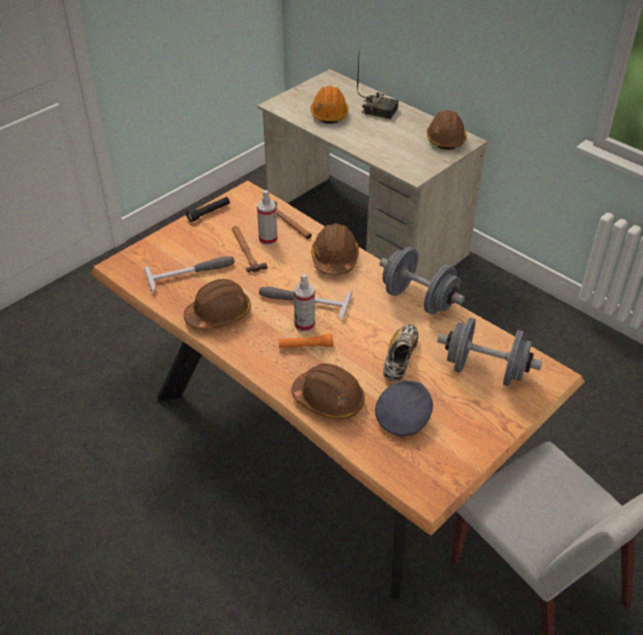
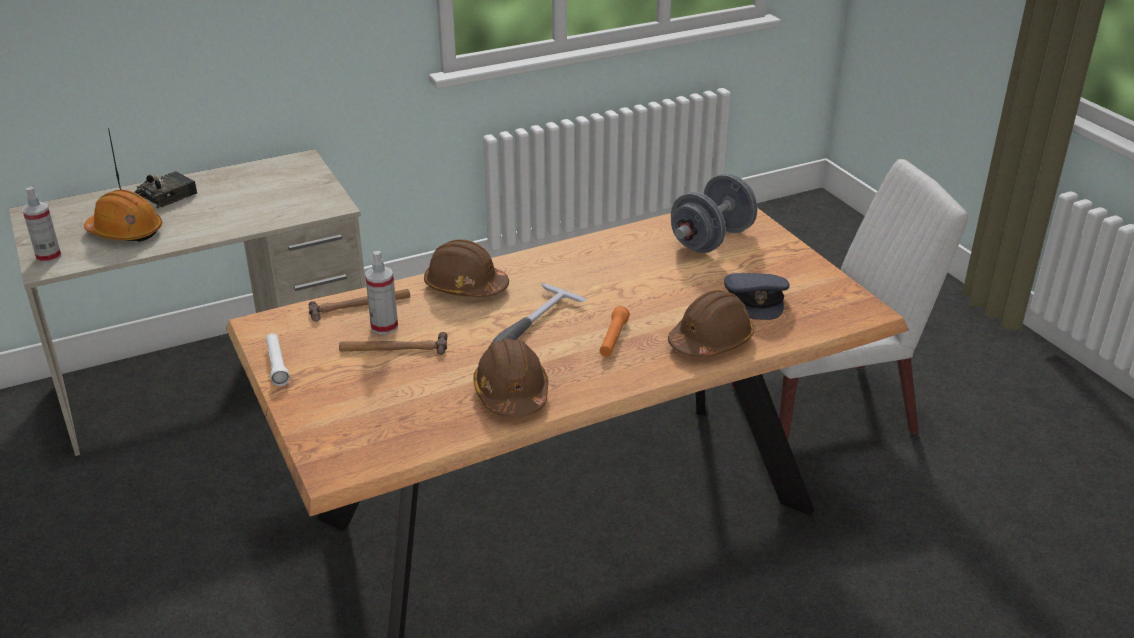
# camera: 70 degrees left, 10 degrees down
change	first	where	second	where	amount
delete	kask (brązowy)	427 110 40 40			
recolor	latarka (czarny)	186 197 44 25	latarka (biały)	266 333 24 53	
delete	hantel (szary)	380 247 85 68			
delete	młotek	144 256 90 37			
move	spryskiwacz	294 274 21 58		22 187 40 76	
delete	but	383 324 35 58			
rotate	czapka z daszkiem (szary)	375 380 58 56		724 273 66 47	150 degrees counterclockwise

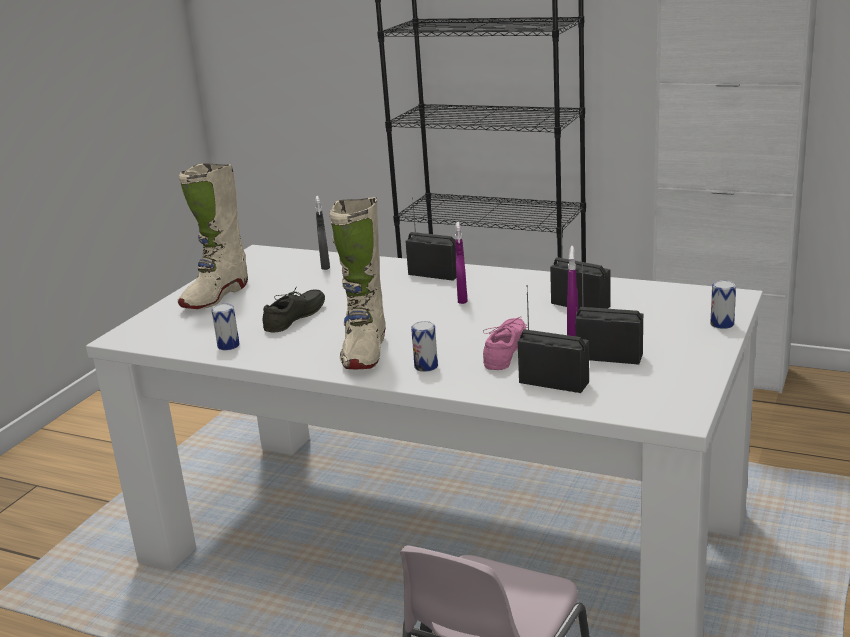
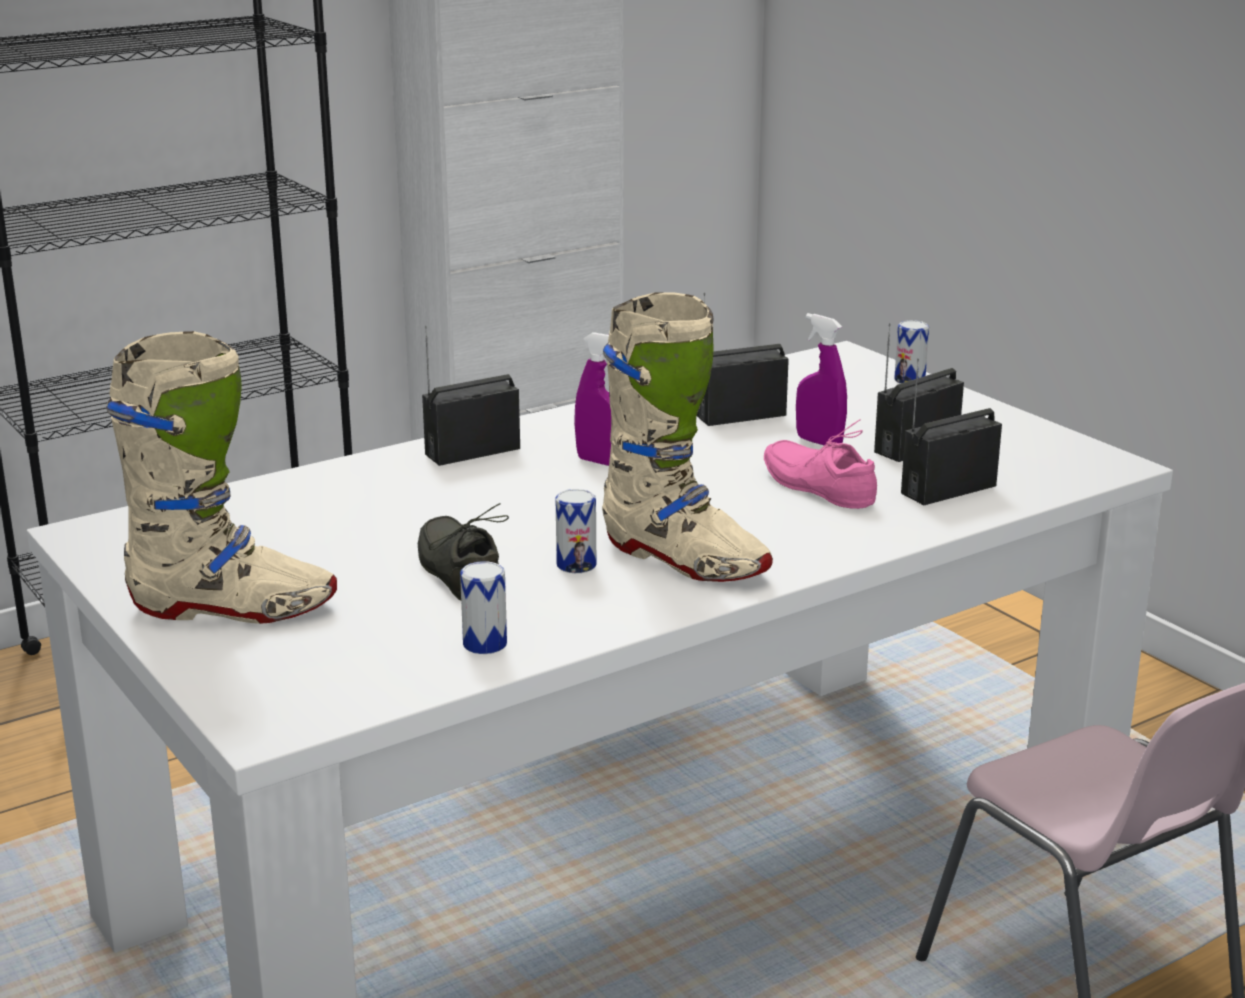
# camera: 60 degrees left, 0 degrees up
change	first	where	second	where	amount
rotate	but z cholewką (beżowy)	178 164 70 145		106 331 231 293	60 degrees counterclockwise
delete	spryskiwacz (szary)	315 196 15 74			
move	puszka	411 321 27 51		555 489 41 84	

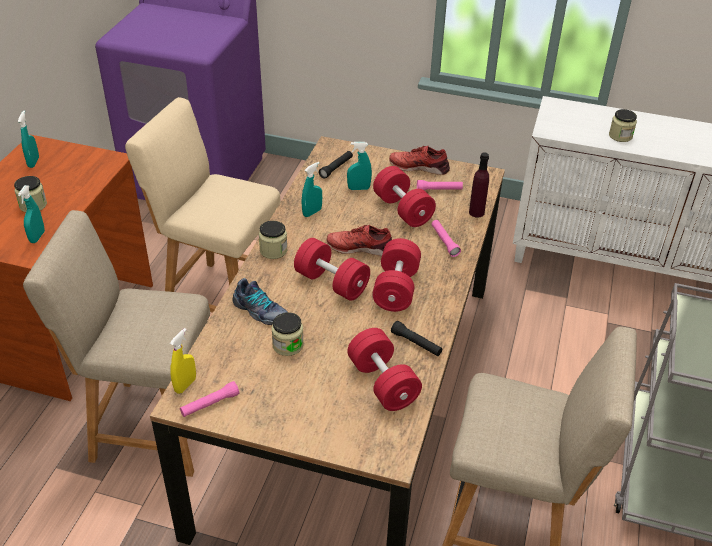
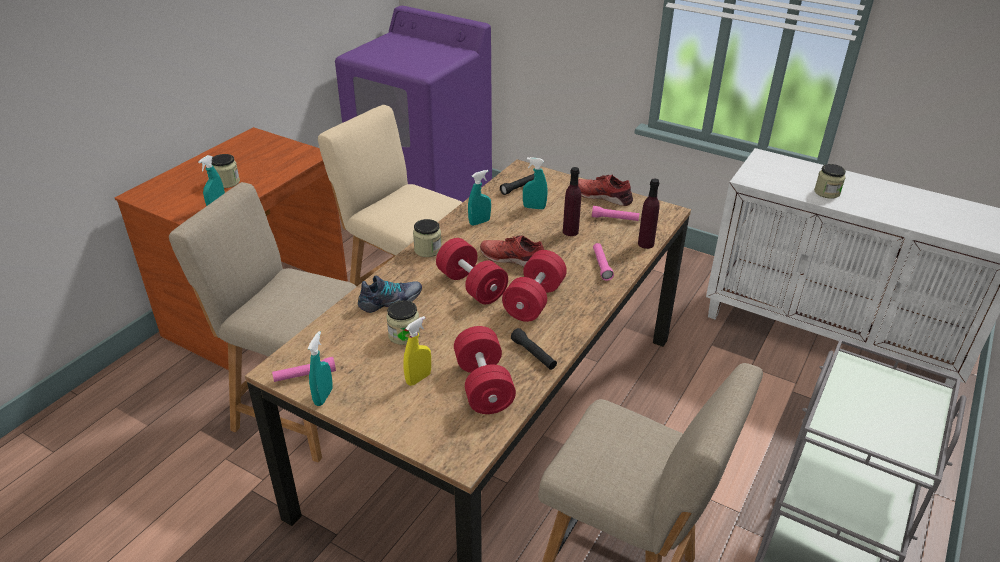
# camera: 15 degrees right, 5 degrees down
change	first	where	second	where	amount
move	spryskiwacz (turkusowy)	18 111 21 57		307 331 26 75	
replace	hantel (czerwony)	373 166 63 61	butelka (fioletowy)	563 167 18 69	
rotate	but	233 278 55 47		358 275 64 38	75 degrees counterclockwise
move	spryskiwacz (żółty)	170 328 26 66		403 316 28 70	

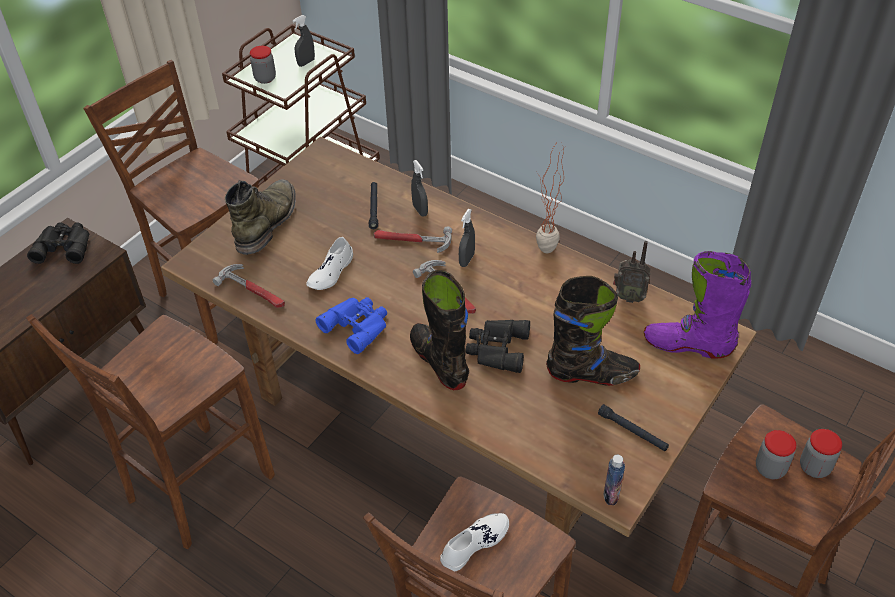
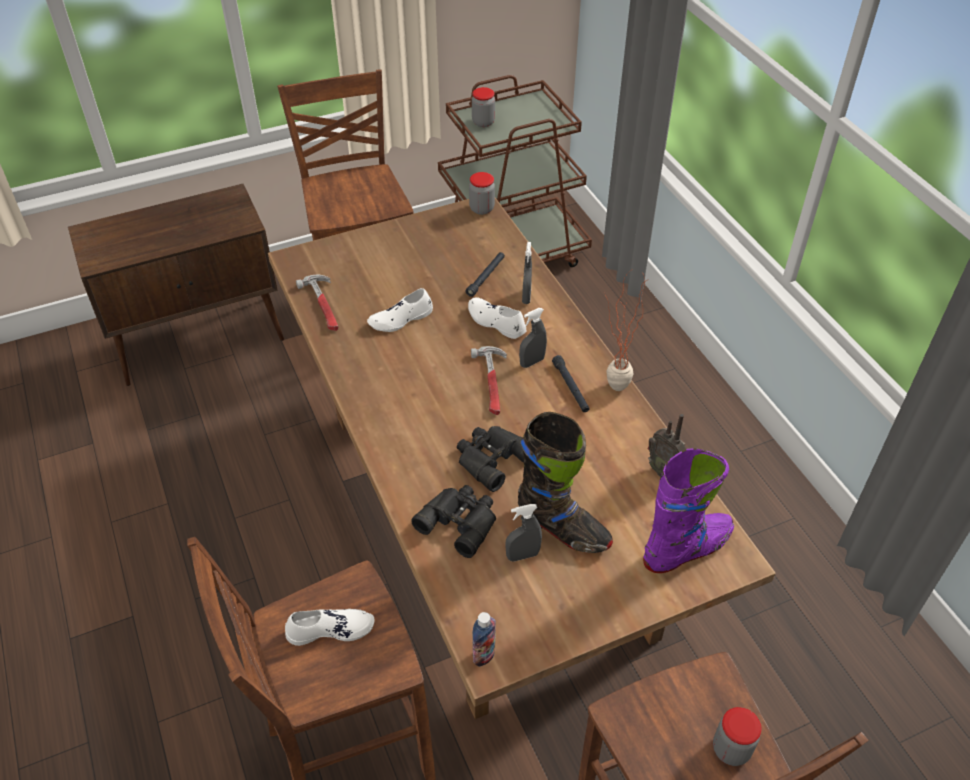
# camera: 30 degrees right, 0 degrees up
change	first	where	second	where	amount
move	spryskiwacz (szary)	293 15 22 52		505 504 37 58	
delete	but z cholewką (zielony)	225 179 71 76			
move	lornetka (czarny)	27 222 62 42		411 485 85 73	
replace	młotek	374 226 78 27	but (biały)	468 297 58 42	
rotate	but z cholewką (fioletowy)	644 251 107 108		643 448 91 125	105 degrees clockwise
delete	but z cholewką (czarny)	410 270 59 120			
delete	lornetka (niebieski)	315 297 72 57			
delete	stołek (brązowy)	26 314 249 235			
move	latarka (czarny)	598 404 71 47		552 355 38 57	
move	słoik	756 430 40 49		469 172 26 43	

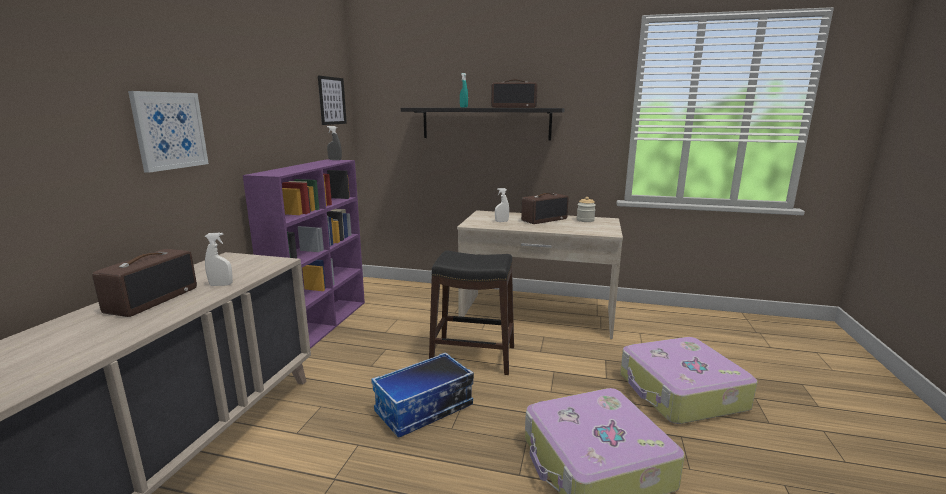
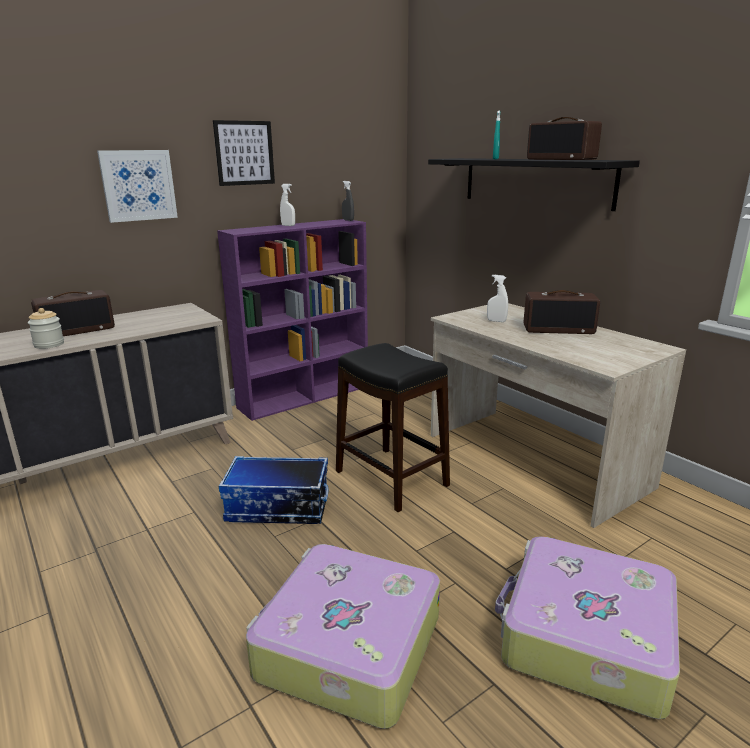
# camera: 40 degrees right, 5 degrees up
change	first	where	second	where	amount
move	obraz	318 76 29 49		213 120 62 66	
move	słoik	577 197 19 25		28 308 36 41	
move	spryskiwacz (biały)	205 233 28 53		280 184 15 42	

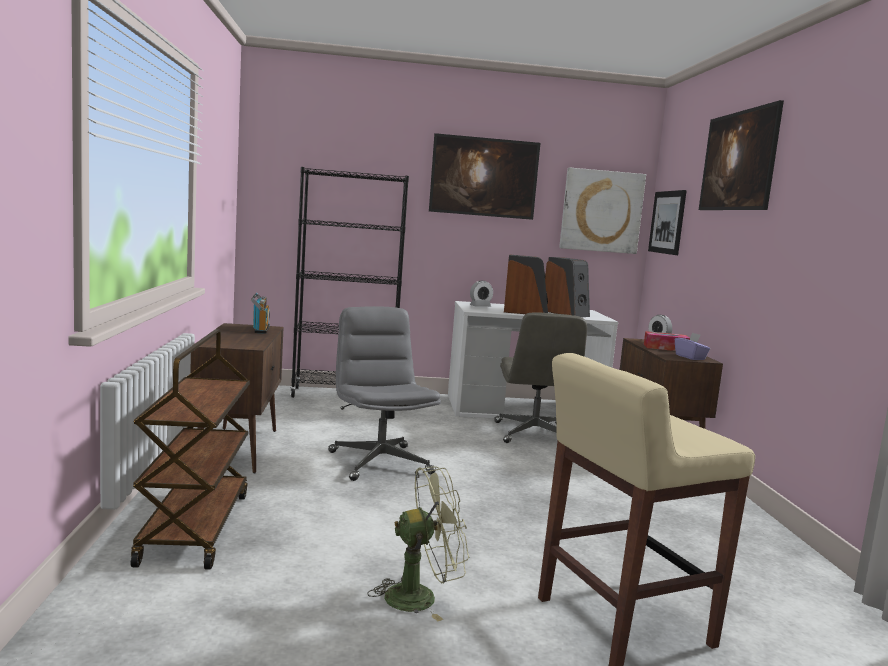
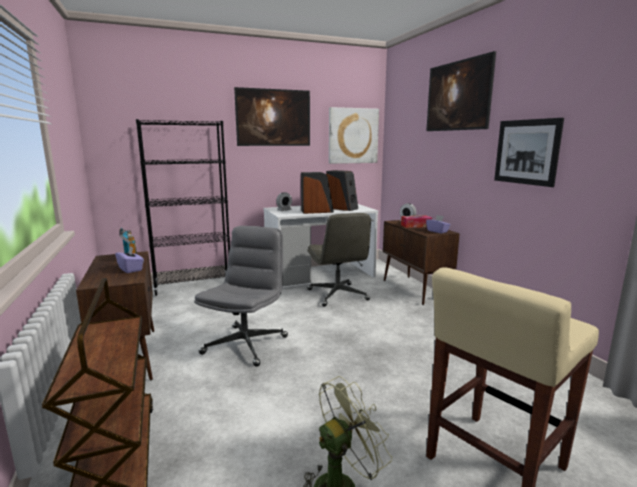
# camera: 15 degrees left, 5 degrees up
change	first	where	second	where	amount
move	obraz	648 190 39 65		494 118 70 69	
rotate	krzesło biurowe (szary)	328 306 113 175		194 226 94 141	60 degrees clockwise
insert			pudełko chusteczek (fioletowy)	115 246 29 27	

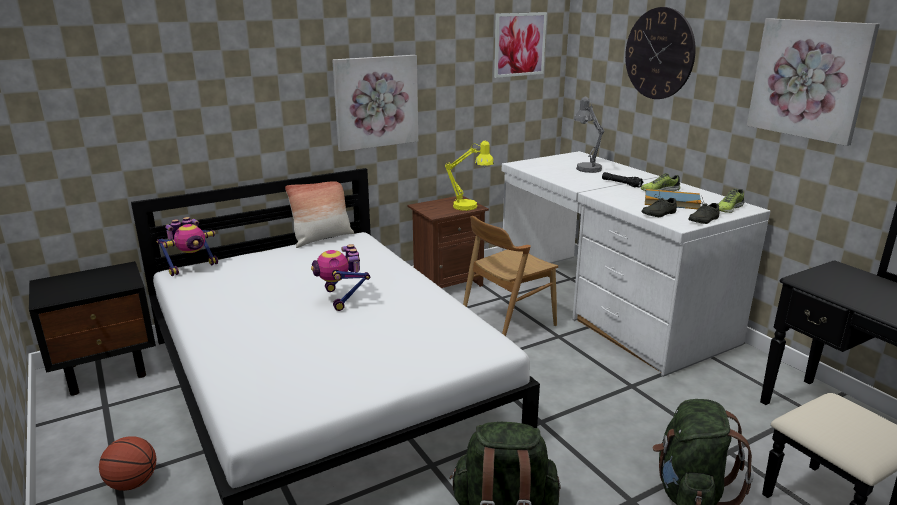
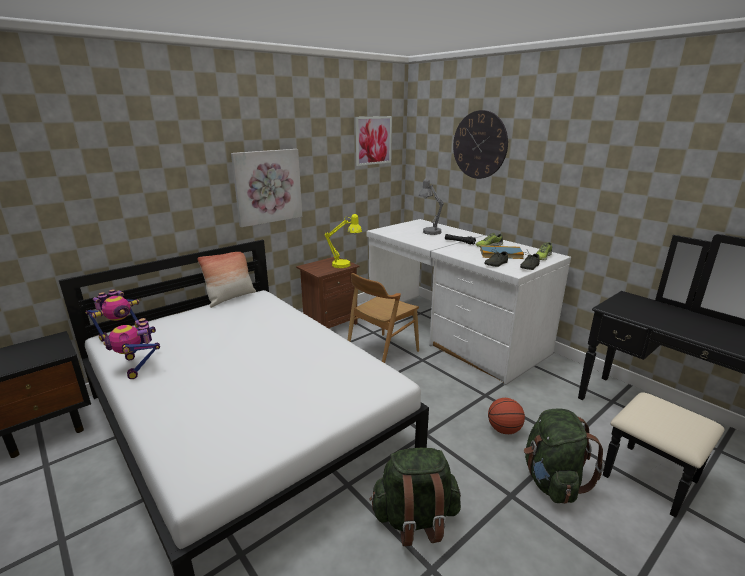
# camera: 10 degrees left, 0 degrees up
change	first	where	second	where	amount
delete	obraz	747 18 133 128			
move	robot zabawkowy	311 244 59 67		103 318 57 61	
move	piłka do koszykówki	99 436 58 55		488 398 37 36	

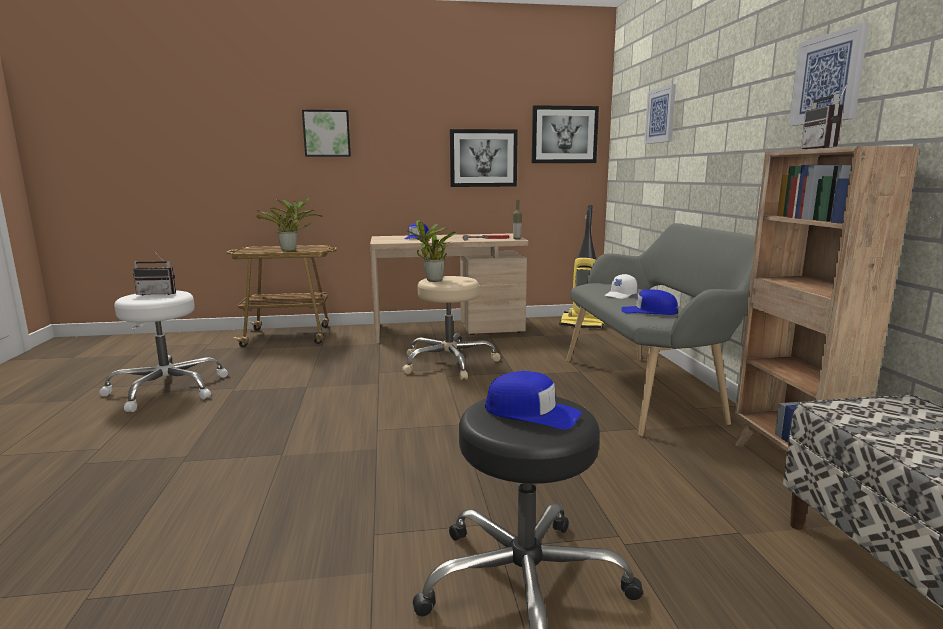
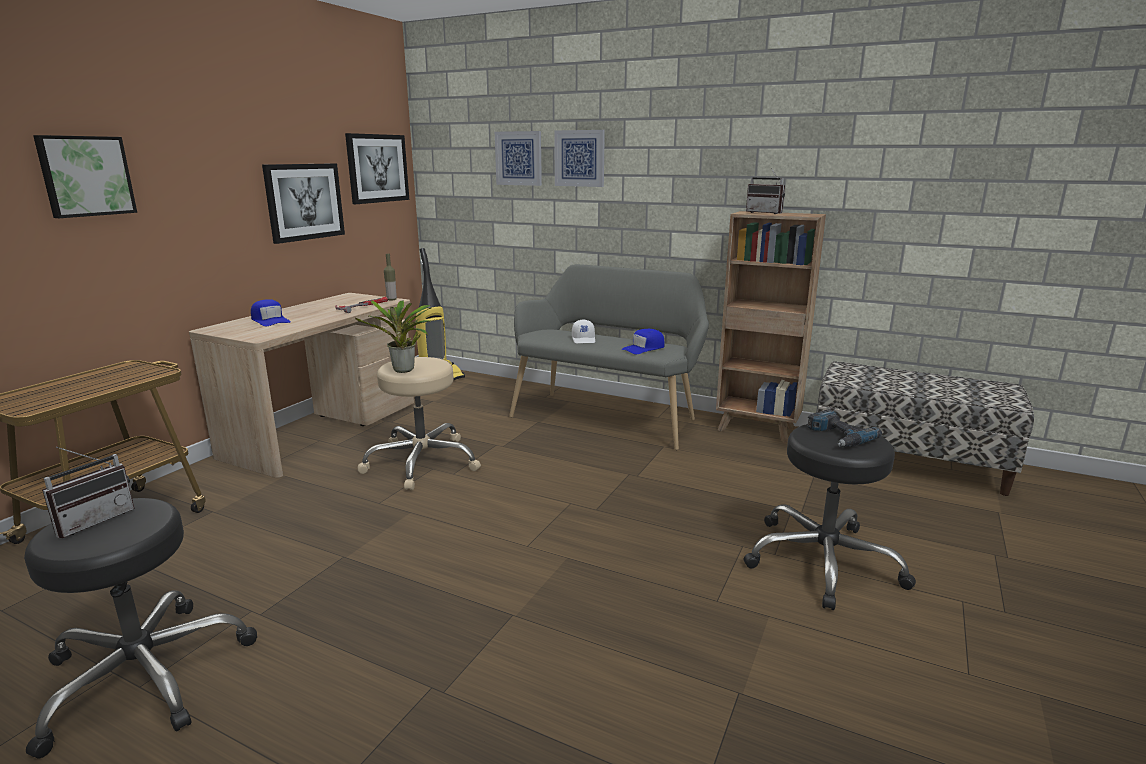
# camera: 55 degrees left, 5 degrees up
change	first	where	second	where	amount
move	obraz	789 23 80 103		554 130 51 57	
delete	roślina doniczkowa	257 197 66 54			
recolor	stołek (biały)	99 291 129 121	stołek (czarny)	24 498 233 260	
replace	czapka z daszkiem (niebieski)	485 371 97 58	wiertarka	807 410 75 37	

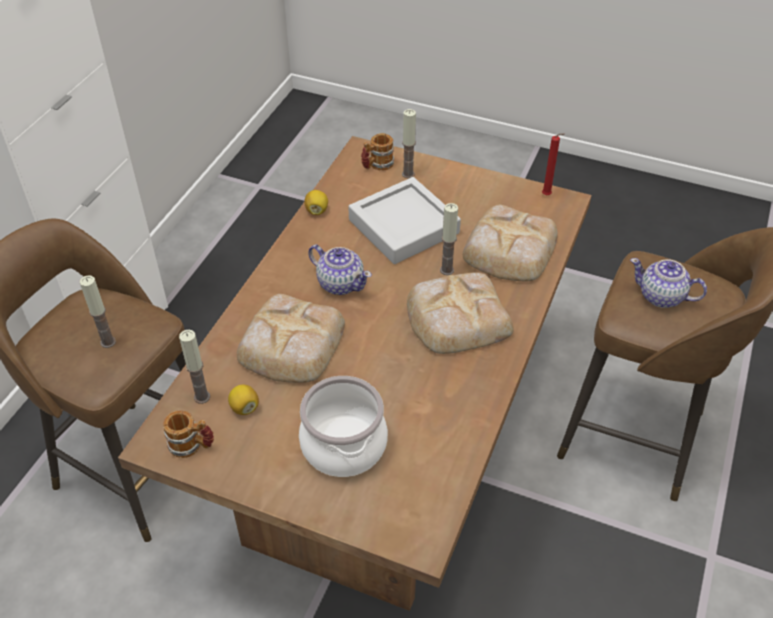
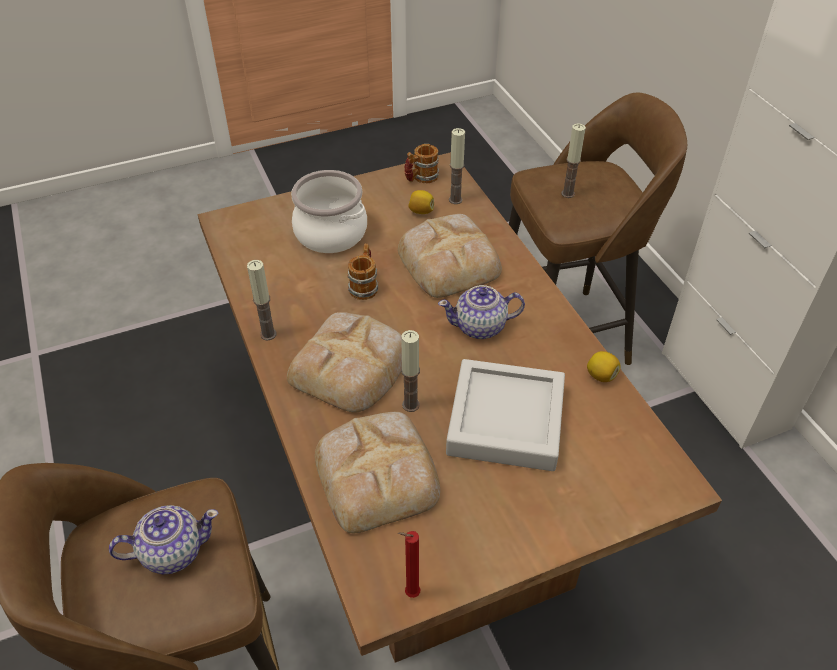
# camera: 135 degrees right, 0 degrees up
change	first	where	second	where	amount
move	świeca	402 109 14 69		247 260 29 81	
move	kubek	361 133 33 38		347 244 31 56	

